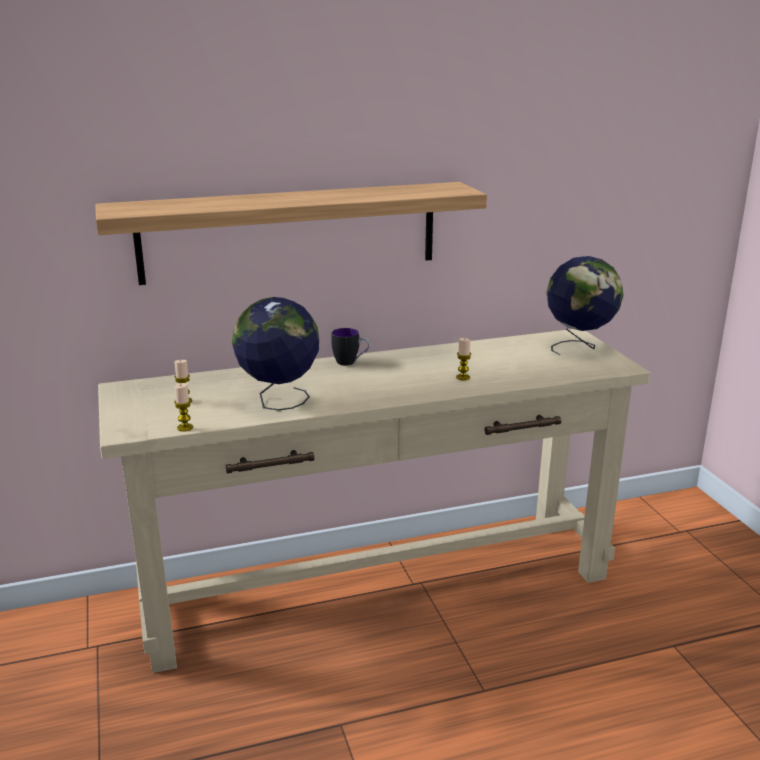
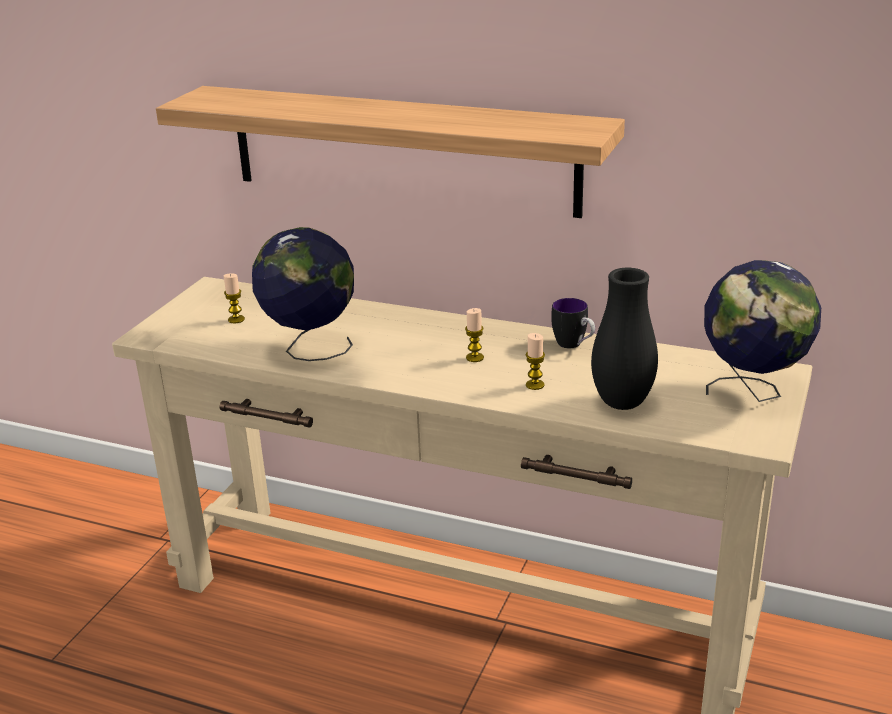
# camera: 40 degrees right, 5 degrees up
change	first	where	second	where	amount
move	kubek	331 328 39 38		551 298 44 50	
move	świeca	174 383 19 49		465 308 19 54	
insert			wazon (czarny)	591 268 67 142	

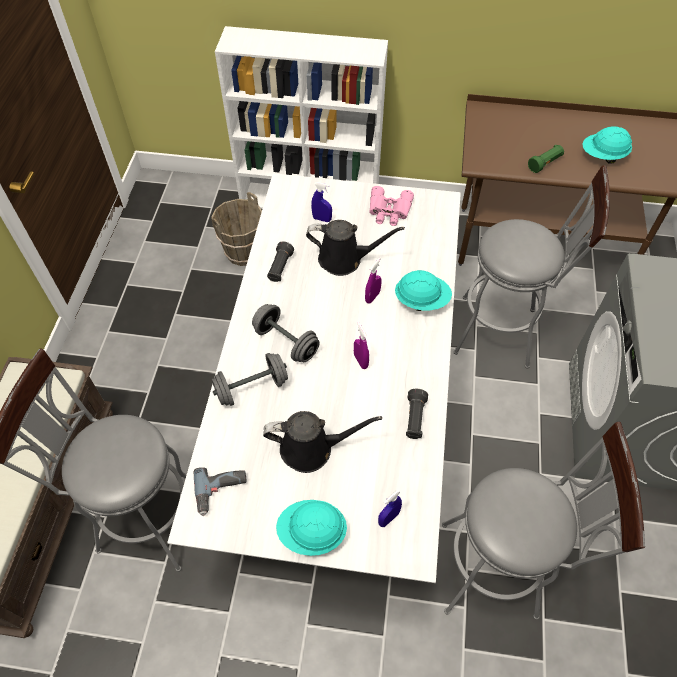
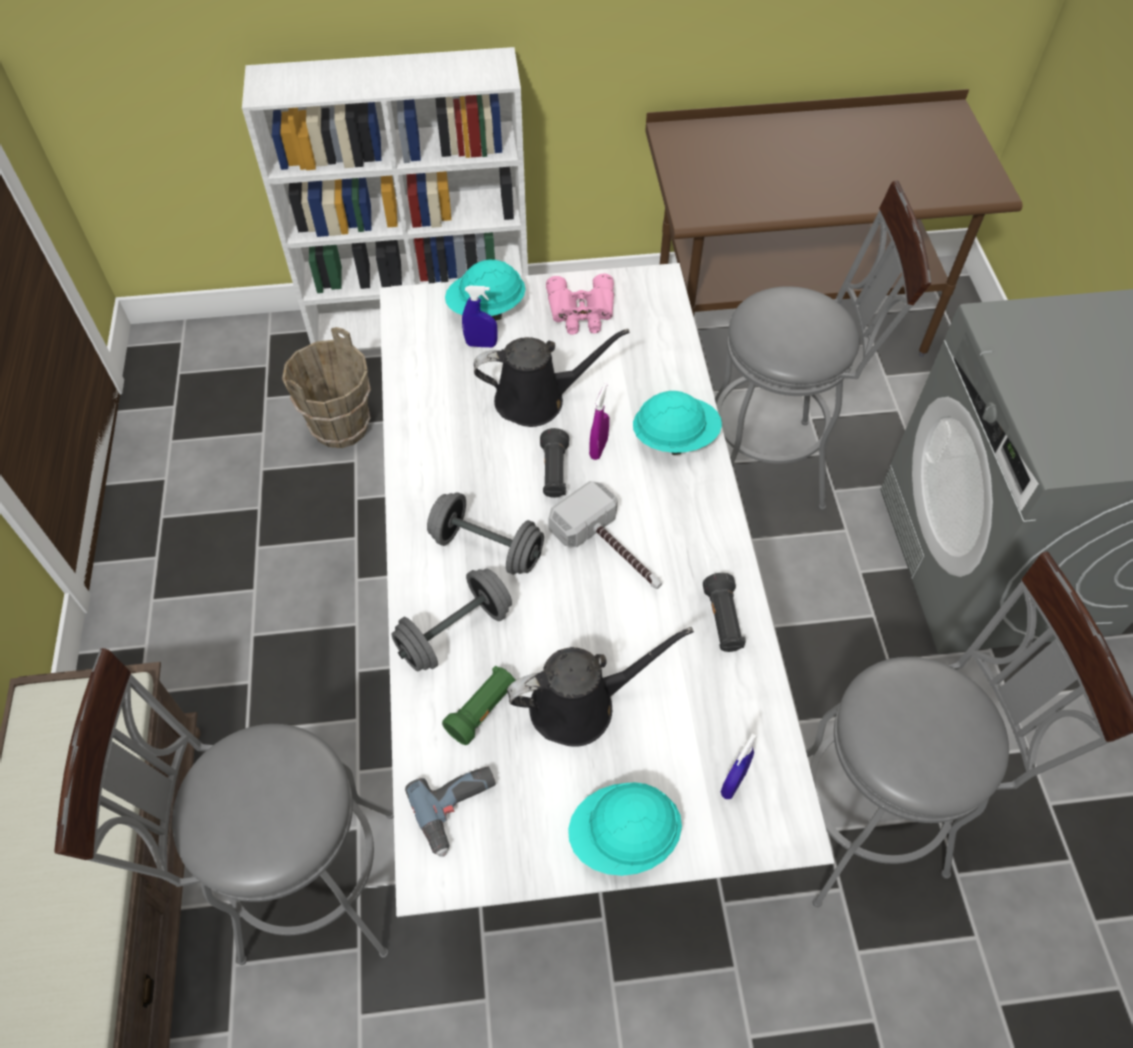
# camera: 15 degrees left, 0 degrees up
change	first	where	second	where	amount
move	kask (turkusowy)	582 126 50 38		445 260 81 61	
move	latarka (zielony)	528 144 36 29		442 666 74 79	
move	latarka (czarny)	267 241 27 41		540 428 29 70	
replace	spryskiwacz (fioletowy)	354 322 15 47	młotek	548 481 114 108	

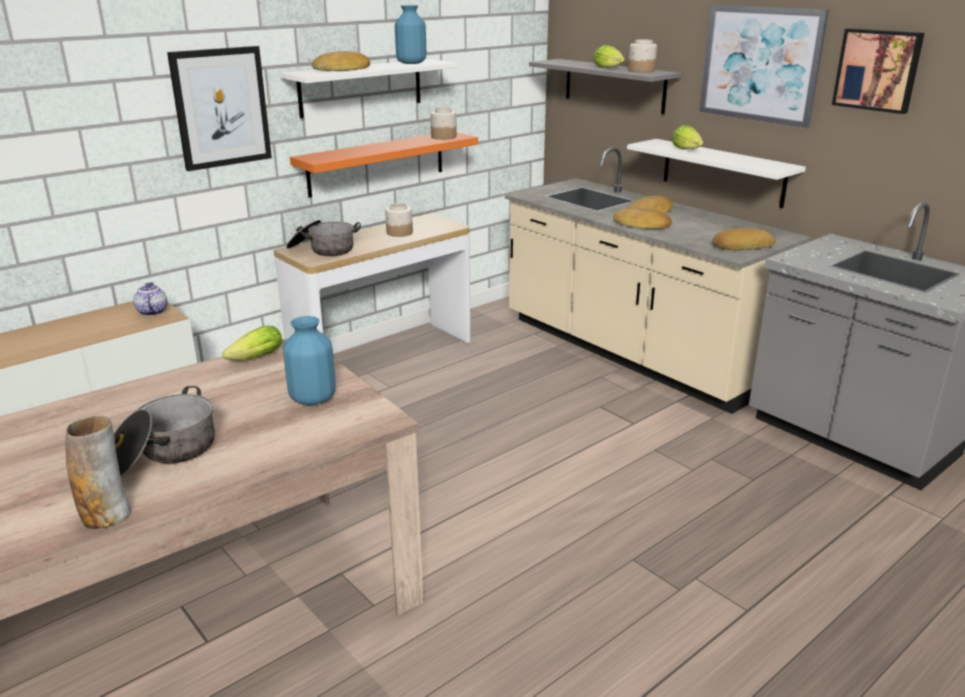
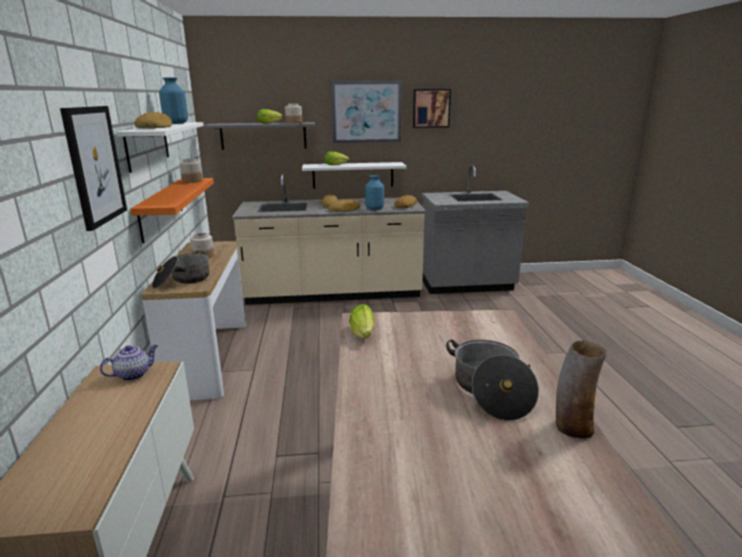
# camera: 55 degrees left, 5 degrees down
change	first	where	second	where	amount
rotate	imbryk	133 282 35 34		100 345 58 36	120 degrees clockwise
move	wazon (niebieski)	283 316 53 89		365 175 19 35	

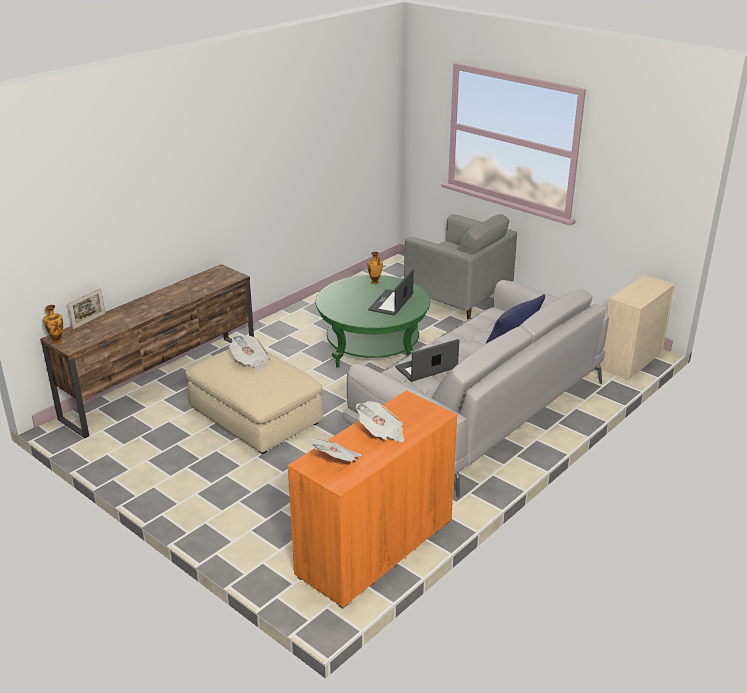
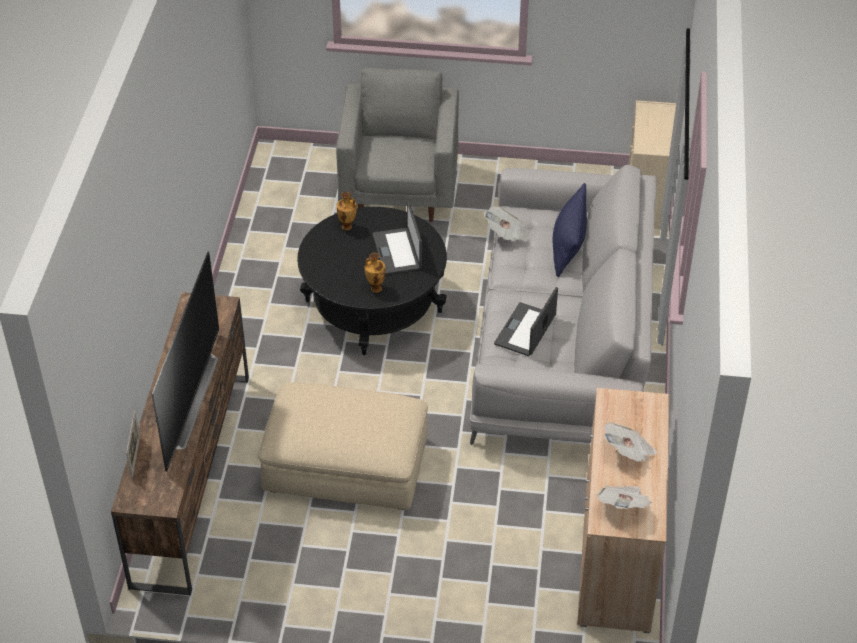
# camera: 35 degrees left, 15 degrees up
change	first	where	second	where	amount
rotate	fotel (szary)	404 214 113 106		336 68 123 154	90 degrees counterclockwise
recolor	ława (zielony)	315 275 115 93	ława (czarny)	297 207 150 148	
move	wazon	43 305 20 39		364 253 22 40	
move	gazeta	229 335 41 35		484 206 46 36	
recolor	szafka (pomarańczowy)	288 390 170 219	szafka (beżowy)	577 388 92 245	
insert			telewizor	152 251 67 221	

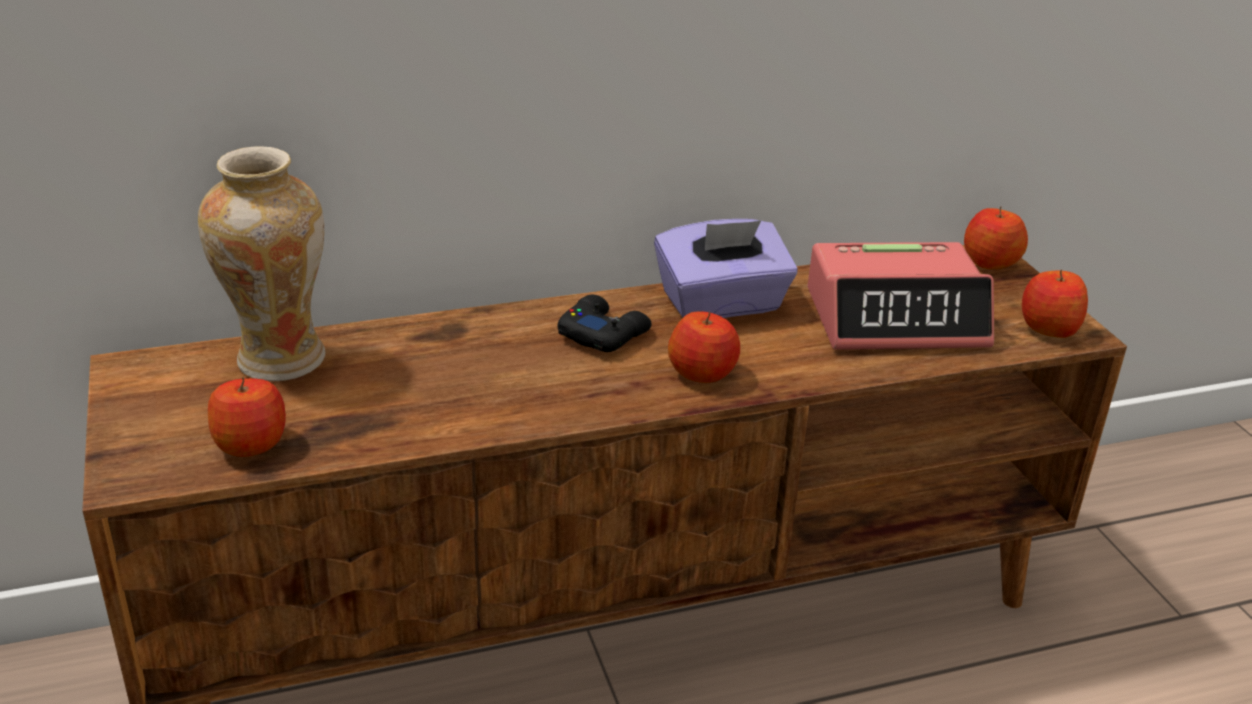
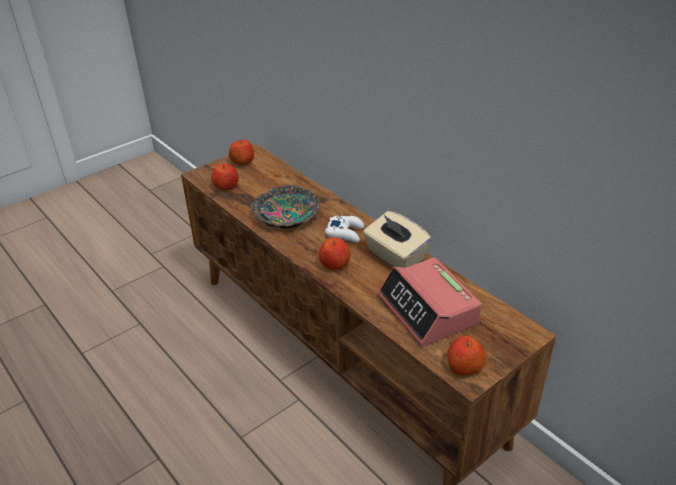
# camera: 70 degrees right, 5 degrees up
change	first	where	second	where	amount
delete	wazon	198 146 127 235			
move	jabłko	964 206 64 63		229 139 25 26	
recolor	pudełko chusteczek (fioletowy)	654 219 143 99	pudełko chusteczek (beżowy)	363 211 68 57	
recolor	pad do gier (czarny)	557 295 95 57	pad do gier (biały)	325 216 39 26	
insert			miska	251 185 69 44	

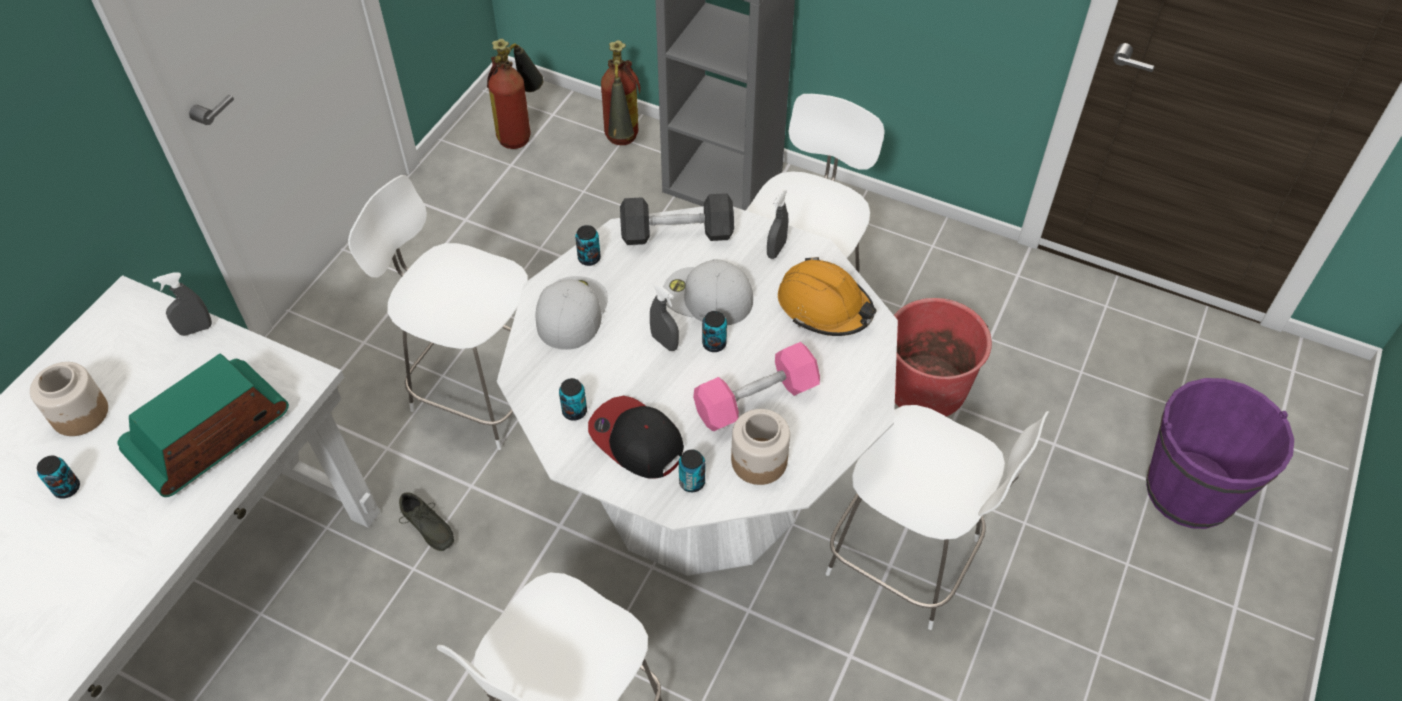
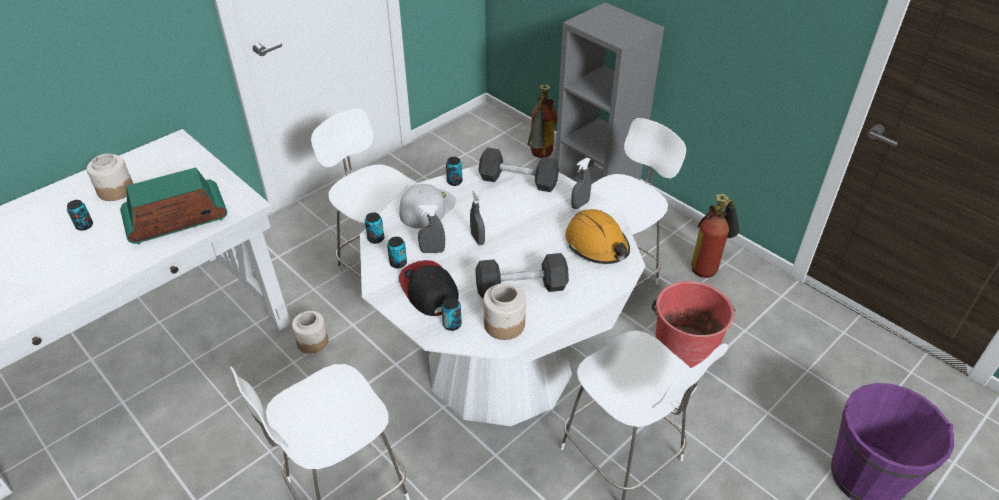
# camera: 20 degrees right, 10 degrees down
change	first	where	second	where	amount
move	gaśnica	487 39 56 110		691 194 48 84	
delete	czapka z daszkiem (biały)	663 259 90 66			
move	spryskiwacz (szary)	152 272 60 64		418 204 27 49	
move	puszka	702 311 25 41		365 213 19 31	
recolor	hantel (różowy)	693 342 127 90	hantel (czarny)	475 253 94 46	
replace	but (szary)	399 493 55 58	słoik	292 311 36 43	

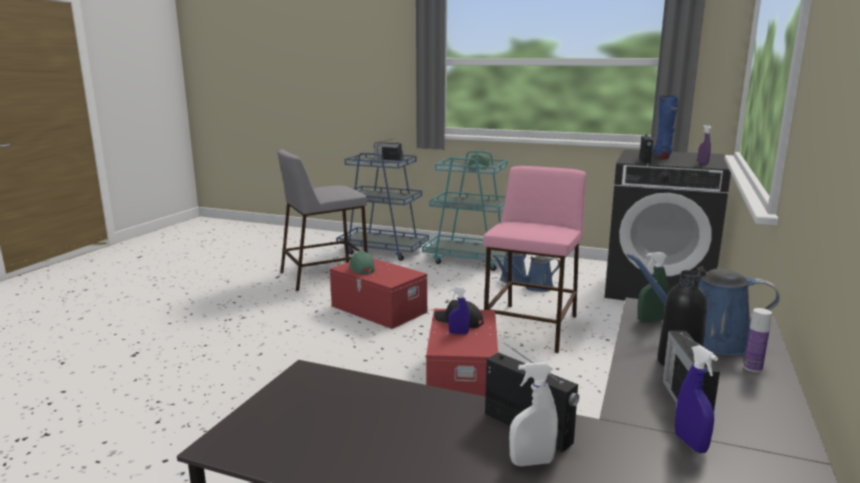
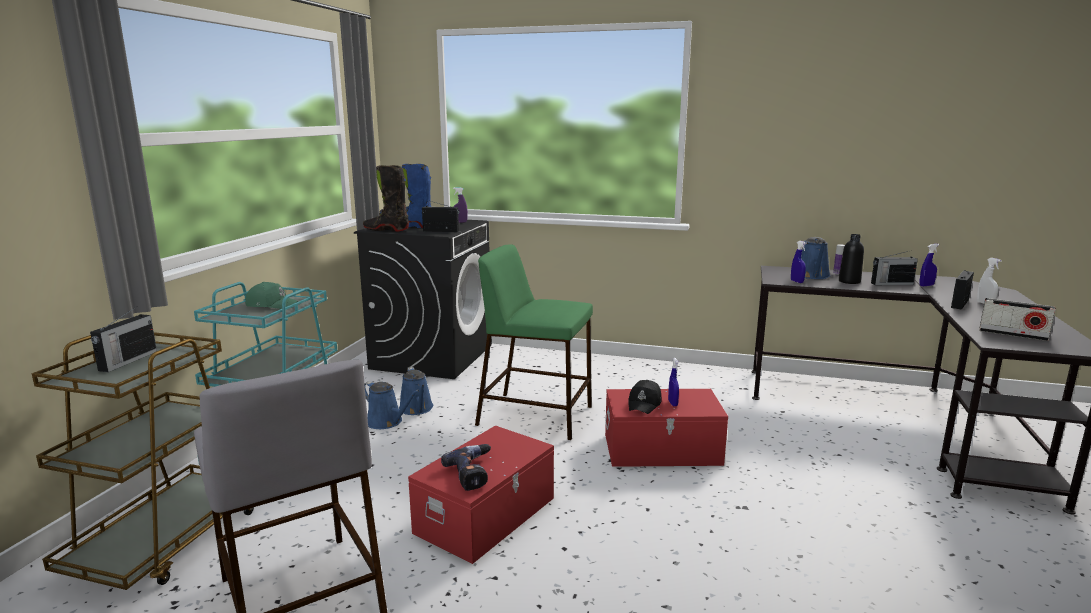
# camera: 95 degrees left, 0 degrees up
change	first	where	second	where	amount
recolor	wózek (niebieski)	336 149 93 112	wózek (brązowy)	31 332 223 258	
recolor	stołek (różowy)	483 166 103 187	stołek (zielony)	475 244 118 196	
replace	czapka z daszkiem (zielony)	349 251 26 23	wiertarka	441 444 50 47	
recolor	spryskiwacz (zielony)	638 252 31 70	spryskiwacz (niebieski)	791 241 16 42	
insert			but z cholewką (czarny)	363 165 46 67	
insert			radio	979 298 77 43	

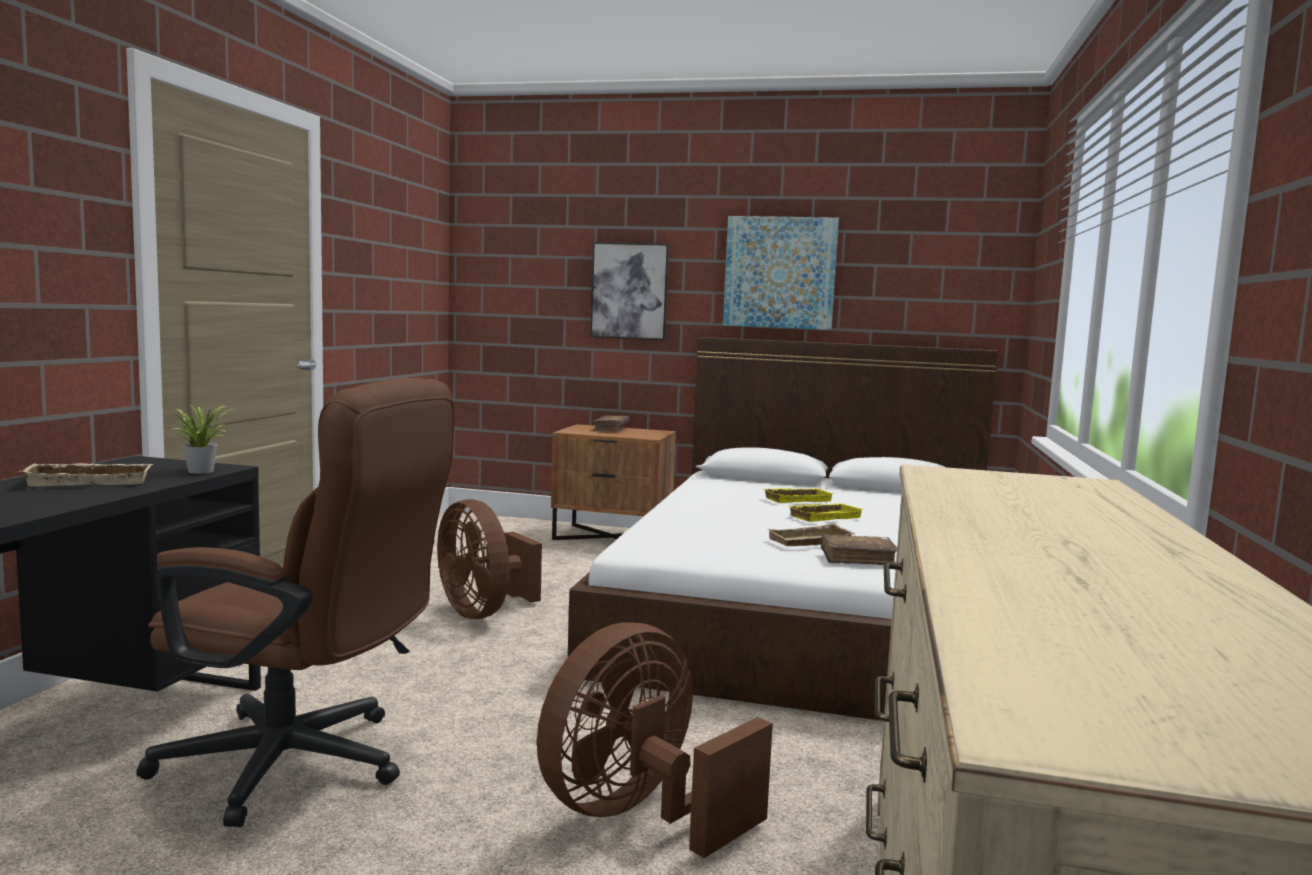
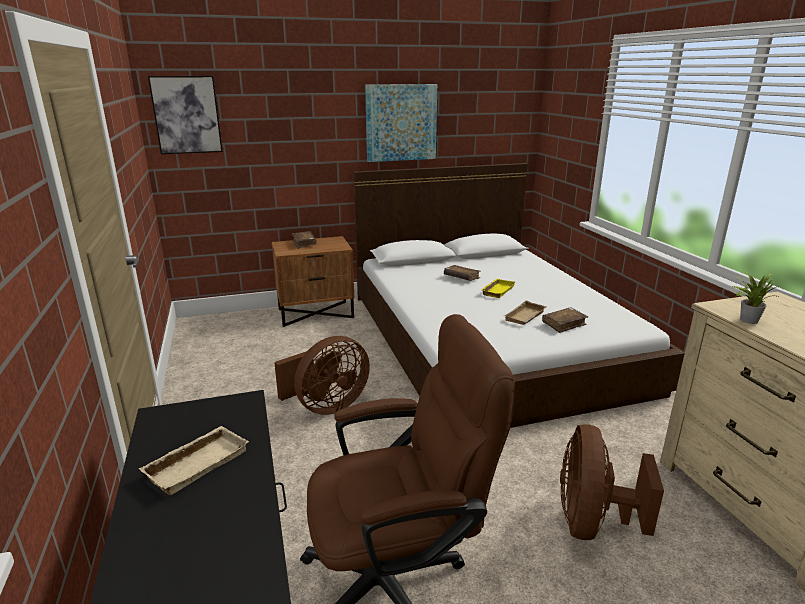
# camera: 30 degrees left, 15 degrees up
change	first	where	second	where	amount
move	obraz	590 242 79 98		148 76 75 78	
move	roślina doniczkowa	170 402 59 72		733 272 47 52	
replace	taca (żółty)	763 488 71 15	książka (brązowy)	444 265 37 16	
rotate	wentylator (brązowy)	437 499 105 120		274 336 96 79	60 degrees counterclockwise

